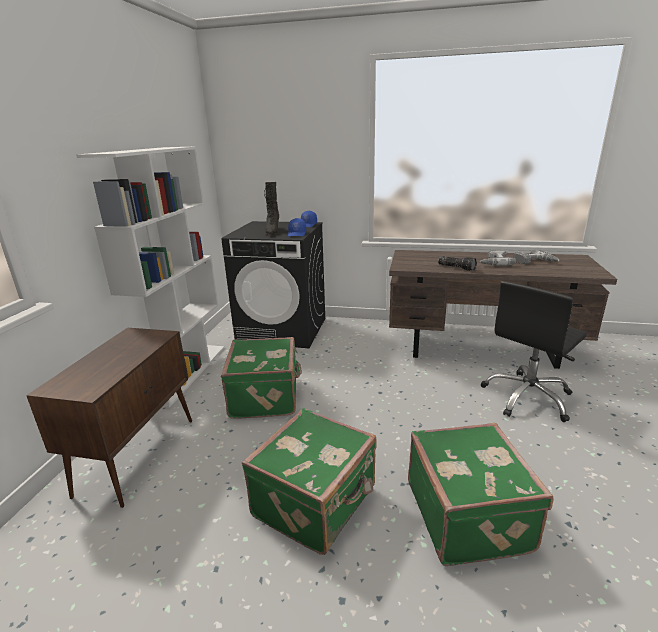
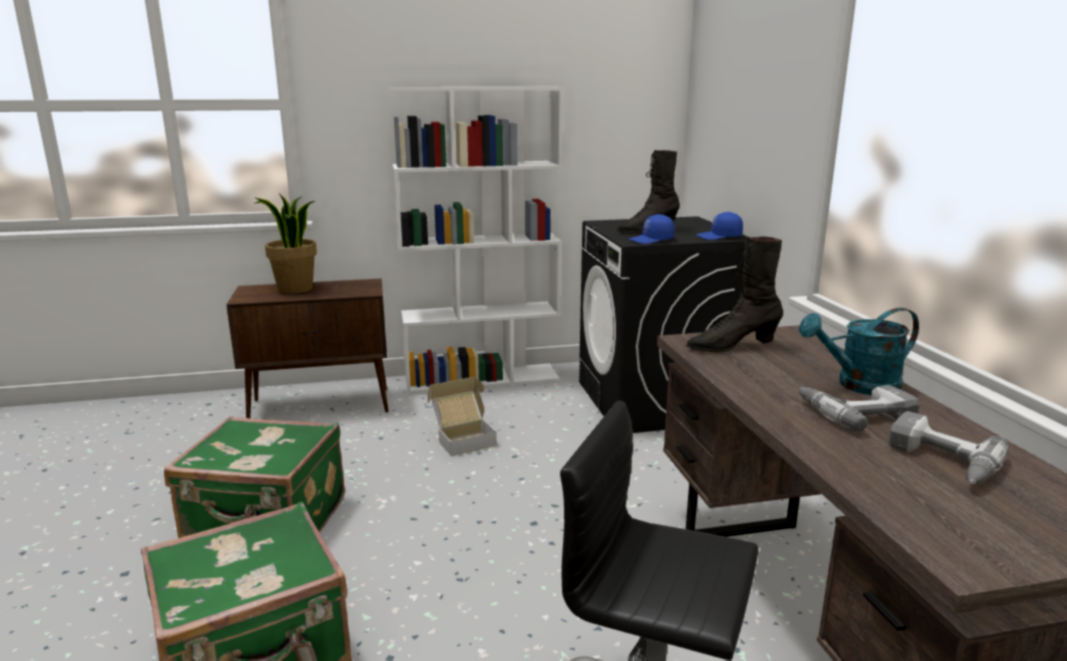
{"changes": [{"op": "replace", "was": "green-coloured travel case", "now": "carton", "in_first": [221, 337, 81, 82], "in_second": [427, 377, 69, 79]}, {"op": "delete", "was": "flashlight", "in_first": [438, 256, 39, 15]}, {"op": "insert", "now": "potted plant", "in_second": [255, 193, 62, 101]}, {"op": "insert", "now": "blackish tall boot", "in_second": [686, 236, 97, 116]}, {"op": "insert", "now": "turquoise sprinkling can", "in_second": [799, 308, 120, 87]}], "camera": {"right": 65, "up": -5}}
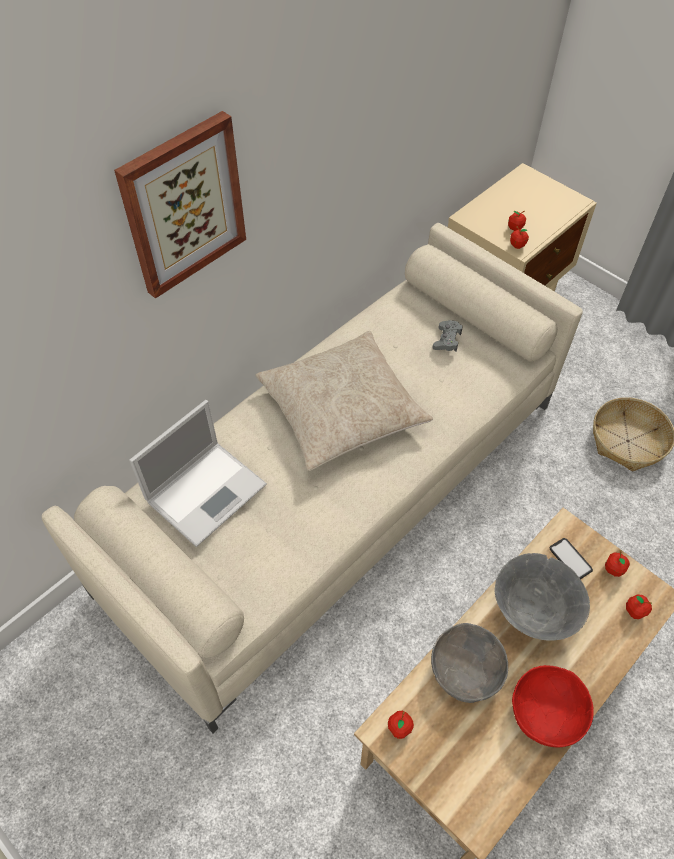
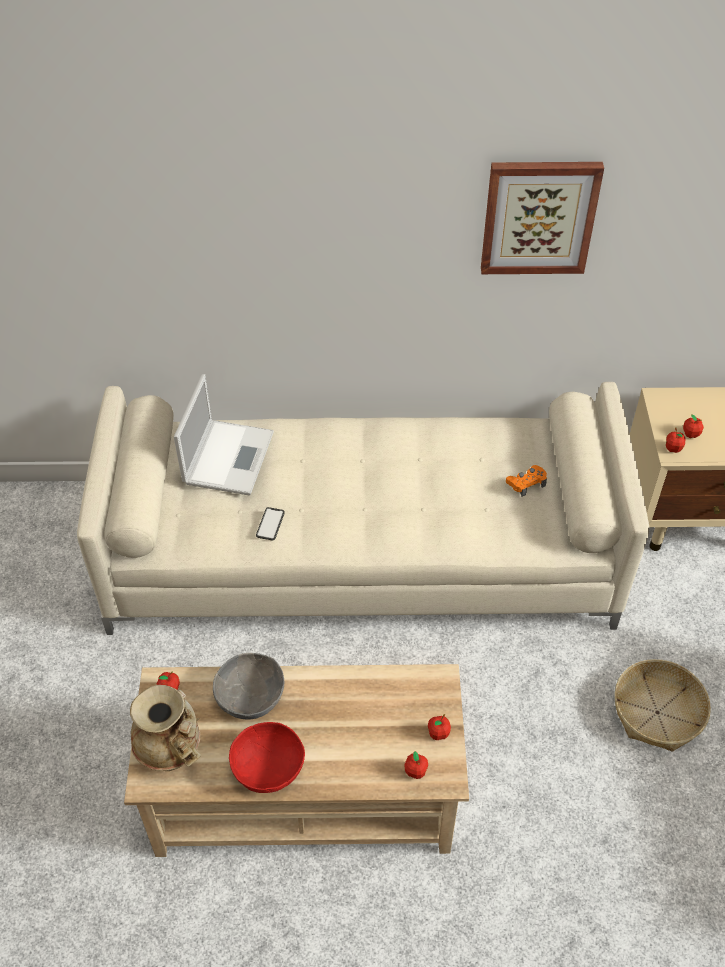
{"changes": [{"op": "move", "was": "wall art", "in_first": [114, 111, 132, 188], "in_second": [481, 162, 123, 112]}, {"op": "rotate", "was": "notebook computer", "in_first": [129, 400, 138, 147], "in_second": [174, 374, 100, 122], "clockwise": -75}, {"op": "delete", "was": "beige-coloured pillow", "in_first": [255, 331, 178, 140]}, {"op": "recolor", "was": "greyish gamepad", "now": "orangey gamepad", "in_first": [432, 320, 31, 32], "in_second": [506, 465, 41, 31]}, {"op": "delete", "was": "greyish deep dish", "in_first": [495, 553, 95, 88]}, {"op": "move", "was": "handset", "in_first": [550, 538, 43, 41], "in_second": [256, 507, 29, 34]}, {"op": "insert", "now": "beige-coloured decorative vase", "in_second": [130, 685, 71, 86]}], "camera": {"right": 45, "up": -5}}
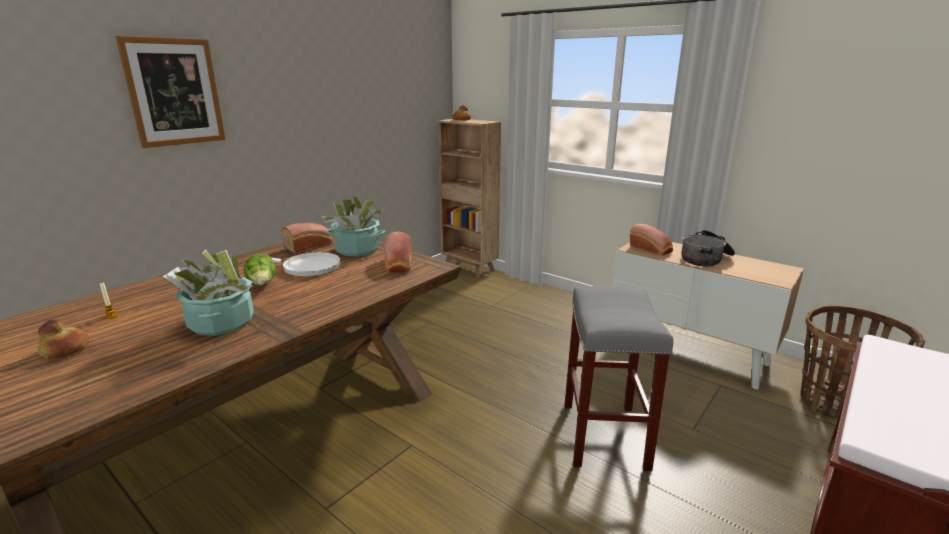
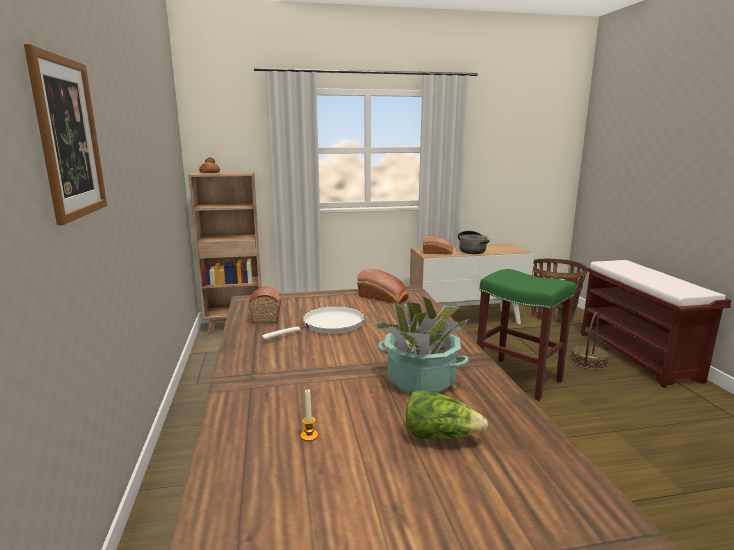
{"changes": [{"op": "delete", "was": "bakery bread", "in_first": [38, 319, 51, 40]}, {"op": "move", "was": "lettuce head", "in_first": [244, 253, 32, 32], "in_second": [406, 390, 82, 49]}, {"op": "delete", "was": "potted plant", "in_first": [322, 196, 63, 60]}, {"op": "recolor", "was": "greyish sitting stool", "now": "green-coloured sitting stool", "in_first": [565, 286, 108, 185], "in_second": [477, 269, 99, 132]}, {"op": "insert", "now": "storage basket", "in_second": [571, 312, 38, 58]}], "camera": {"right": -50, "up": -5}}
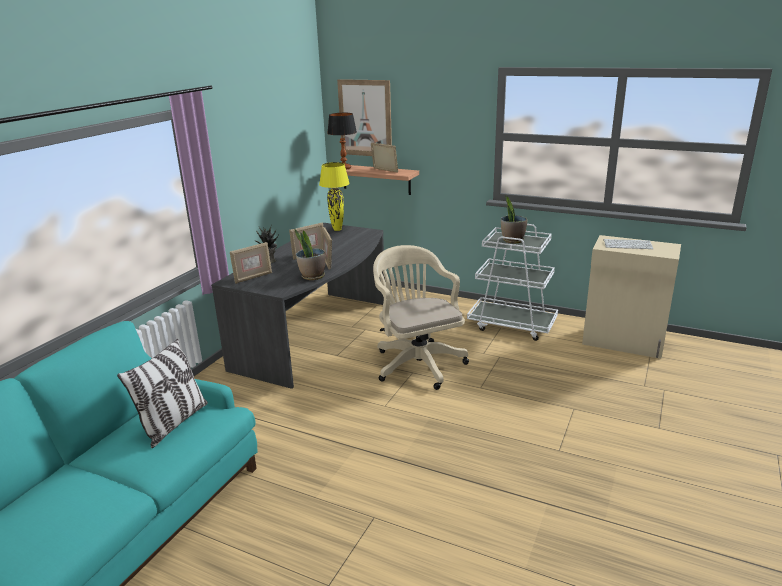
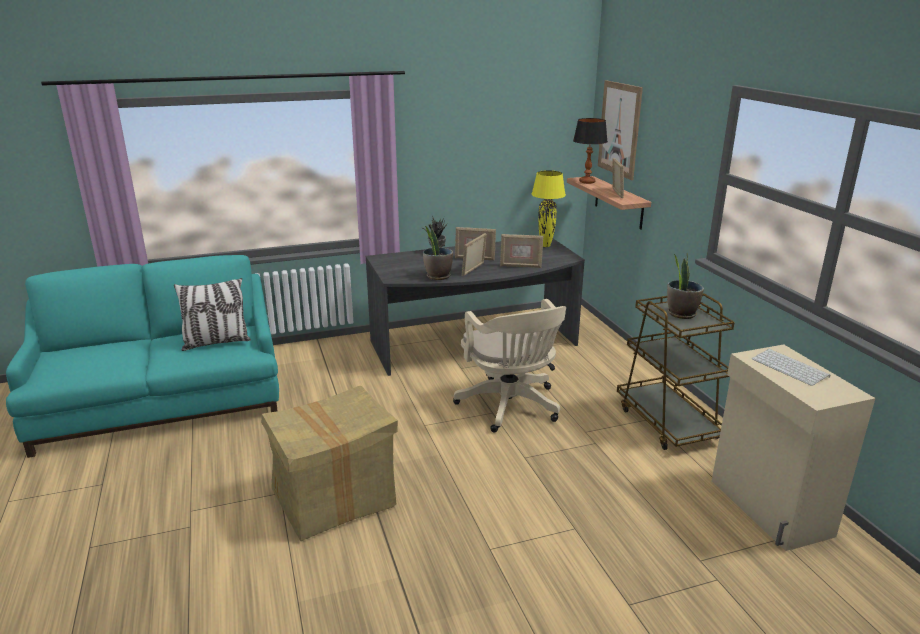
{"changes": [{"op": "move", "was": "photo frame", "in_first": [230, 242, 42, 42], "in_second": [500, 234, 43, 34]}, {"op": "rotate", "was": "beige-coloured office chair", "in_first": [373, 245, 96, 145], "in_second": [453, 299, 113, 133], "clockwise": 135}, {"op": "recolor", "was": "white-coloured cart", "now": "brownish cart", "in_first": [467, 224, 91, 117], "in_second": [617, 293, 118, 157]}, {"op": "insert", "now": "carton", "in_second": [261, 386, 137, 155]}], "camera": {"right": 45, "up": 0}}
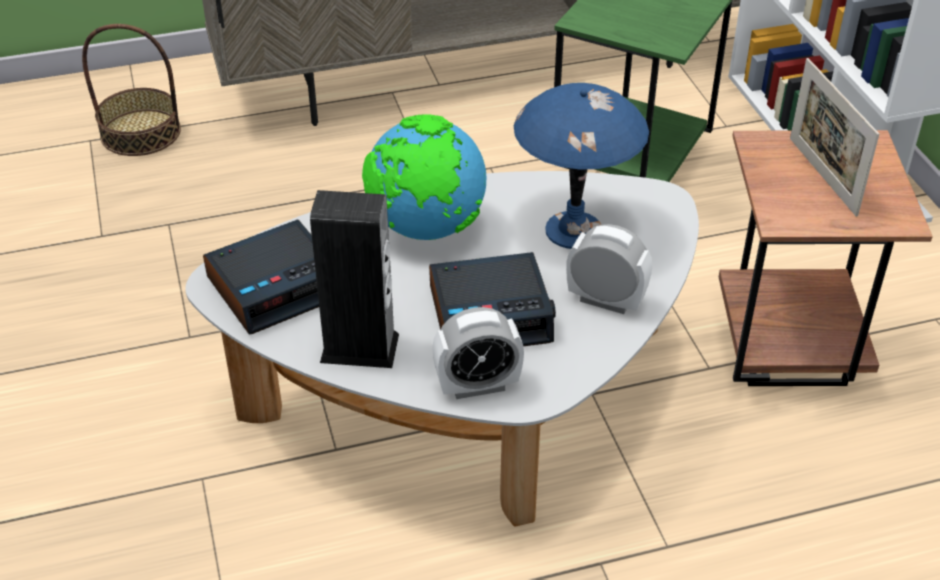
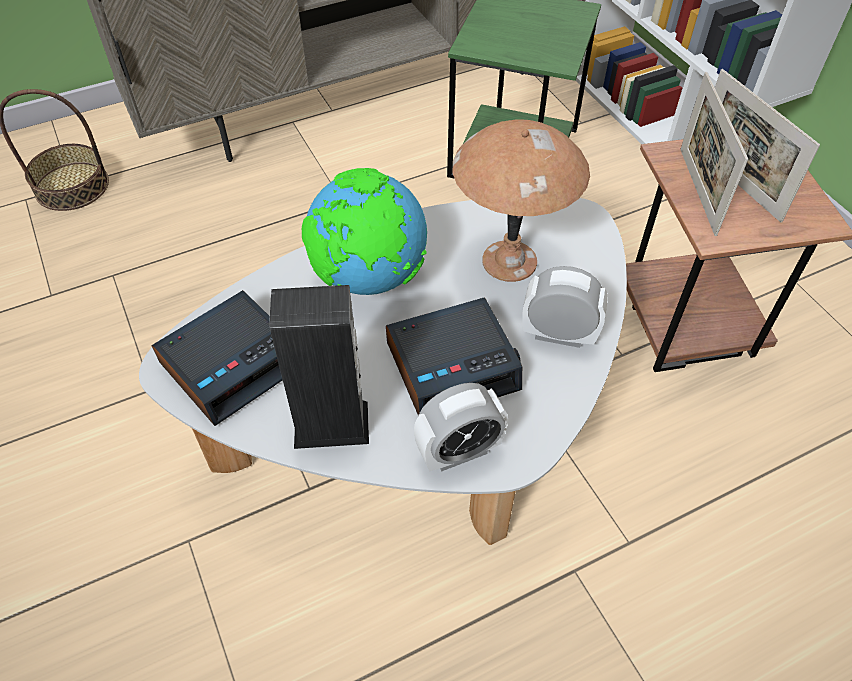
{"changes": [{"op": "recolor", "was": "blue lamp for a table", "now": "brownish lamp for a table", "in_first": [514, 83, 135, 166], "in_second": [453, 119, 137, 163]}, {"op": "insert", "now": "photo frame", "in_second": [680, 72, 68, 164]}], "camera": {"right": -10, "up": 10}}
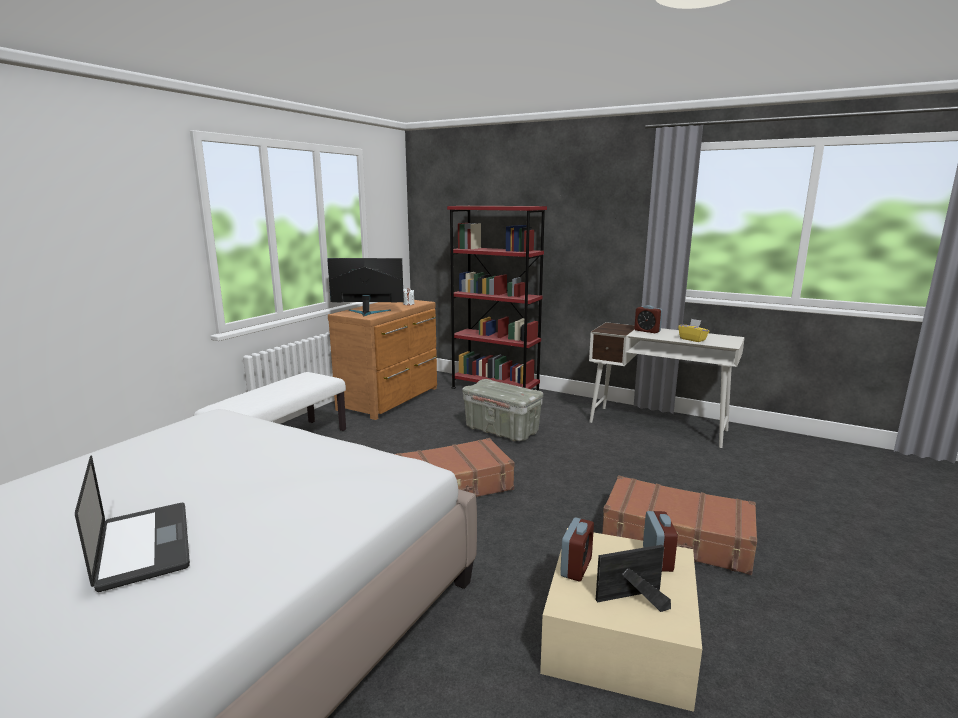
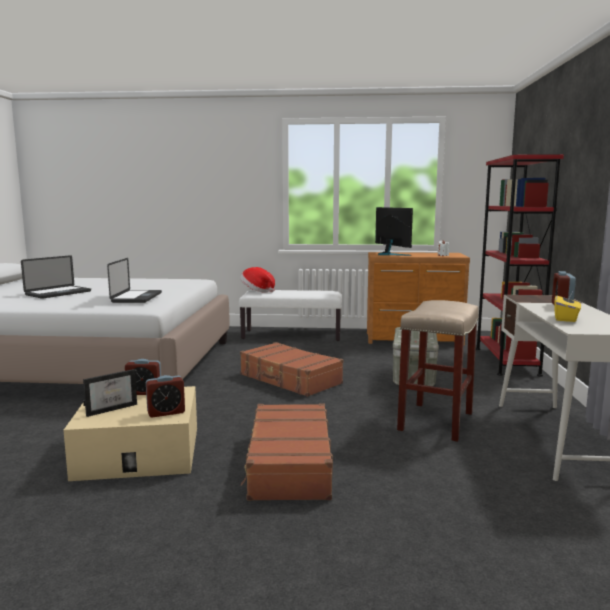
{"changes": [{"op": "rotate", "was": "photo frame", "in_first": [596, 545, 75, 67], "in_second": [83, 369, 54, 48], "clockwise": 90}, {"op": "insert", "now": "notebook computer", "in_second": [107, 258, 55, 45]}, {"op": "insert", "now": "clothing hat", "in_second": [240, 267, 35, 26]}, {"op": "insert", "now": "beige-coloured sitting stool", "in_second": [397, 300, 82, 142]}], "camera": {"right": 65, "up": -5}}
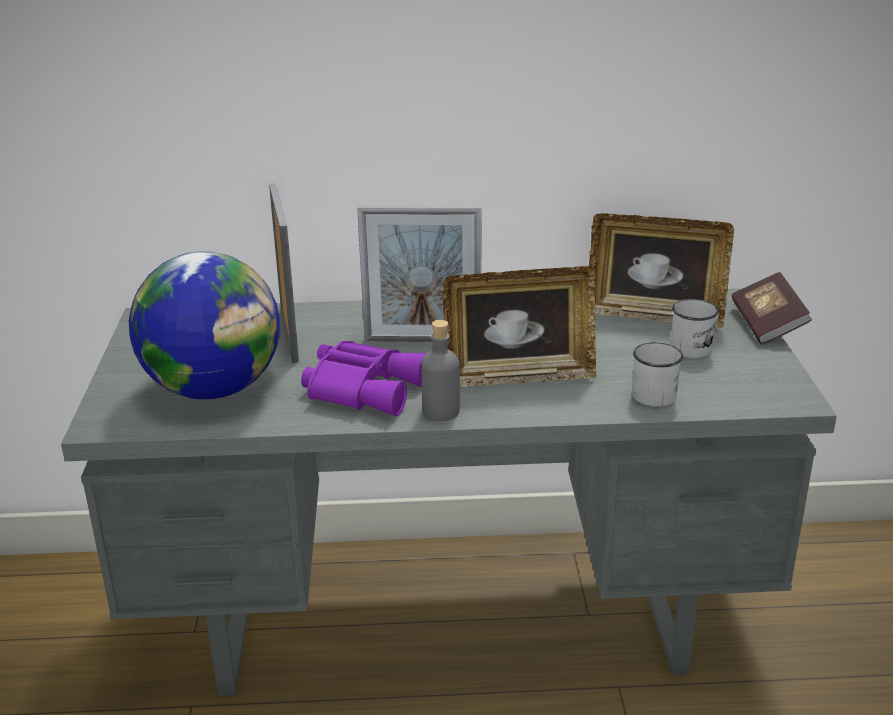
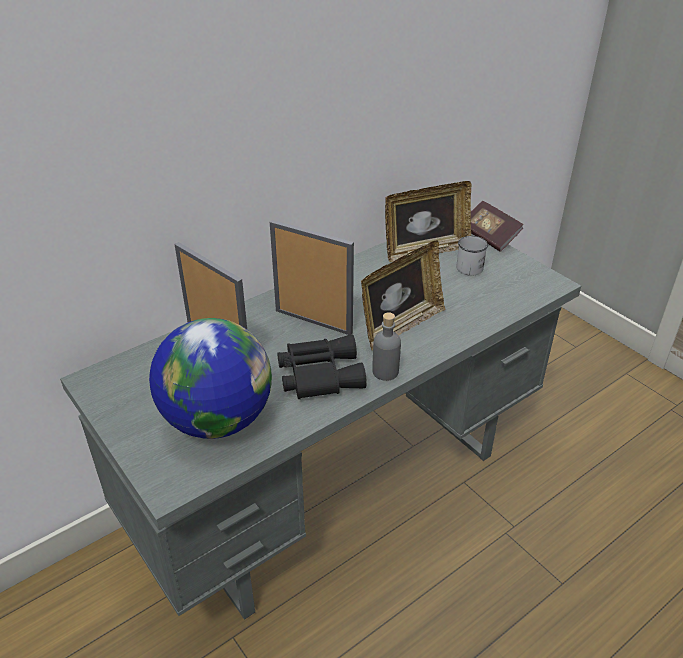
{"changes": [{"op": "recolor", "was": "purple pair of binoculars", "now": "blackish pair of binoculars", "in_first": [301, 341, 125, 75], "in_second": [277, 334, 90, 65]}, {"op": "rotate", "was": "photo frame", "in_first": [357, 206, 125, 136], "in_second": [270, 220, 84, 115], "clockwise": -120}, {"op": "delete", "was": "white-coloured mug", "in_first": [632, 342, 51, 65]}], "camera": {"right": -35, "up": 10}}
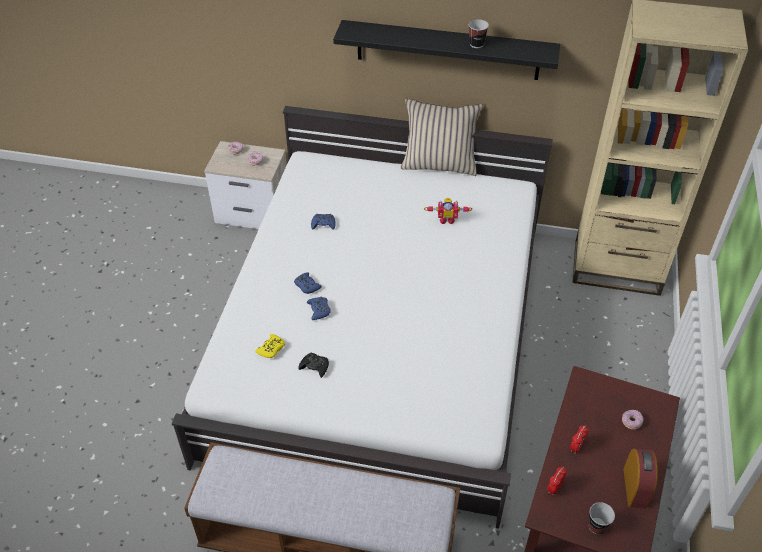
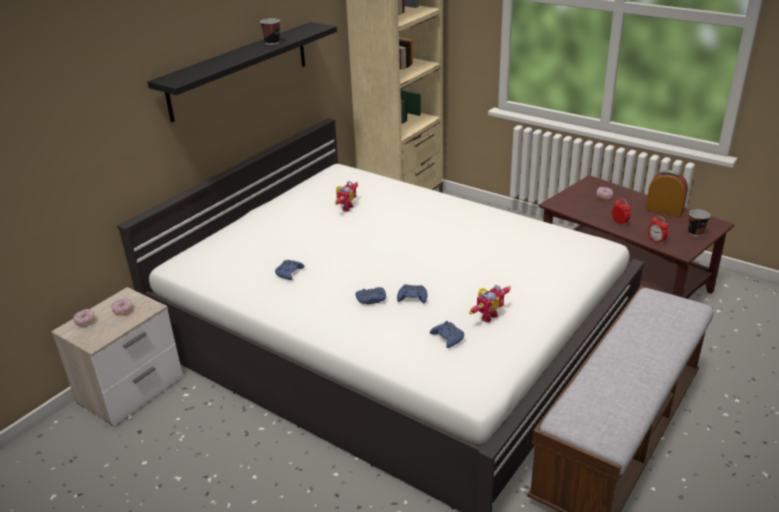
{"changes": [{"op": "recolor", "was": "yellowish gamepad", "now": "blue gamepad", "in_first": [255, 334, 30, 24], "in_second": [430, 321, 34, 27]}, {"op": "replace", "was": "blackish gamepad", "now": "toy robot", "in_first": [298, 352, 31, 26], "in_second": [469, 285, 42, 38]}, {"op": "delete", "was": "beige-coloured pillow", "in_first": [400, 99, 84, 77]}], "camera": {"right": -65, "up": -15}}
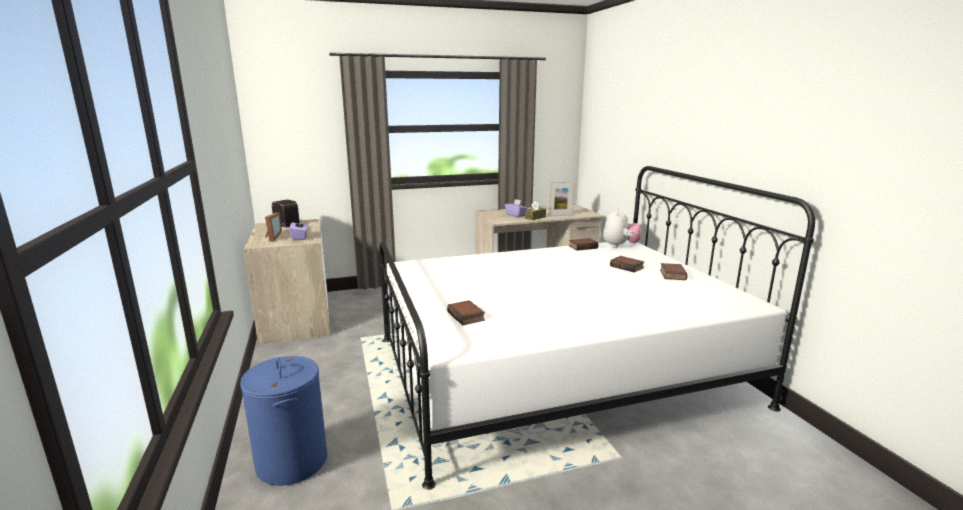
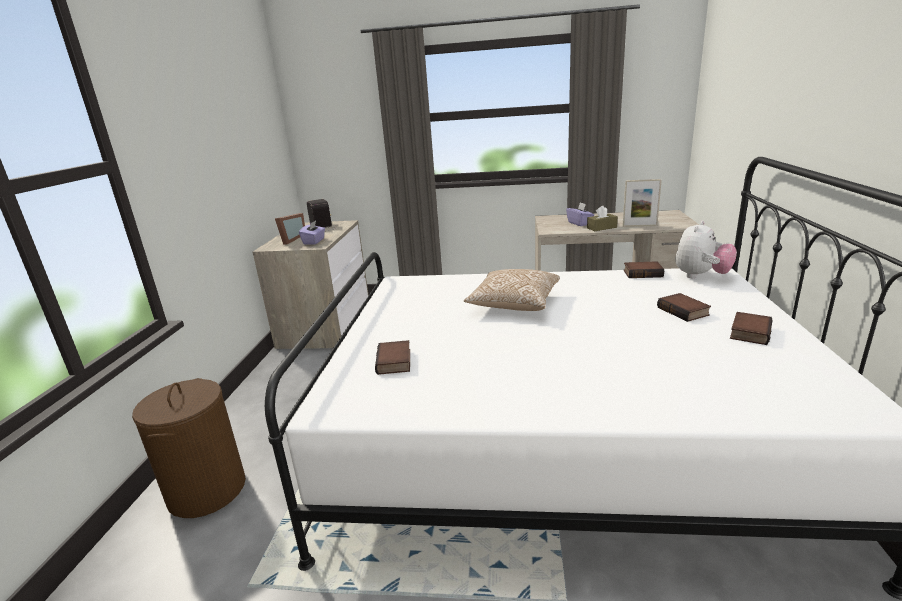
{"changes": [{"op": "recolor", "was": "blue washing basket", "now": "brownish washing basket", "in_first": [240, 356, 87, 130], "in_second": [132, 378, 114, 140]}, {"op": "insert", "now": "pillow", "in_second": [464, 269, 96, 42]}], "camera": {"right": 25, "up": 5}}
